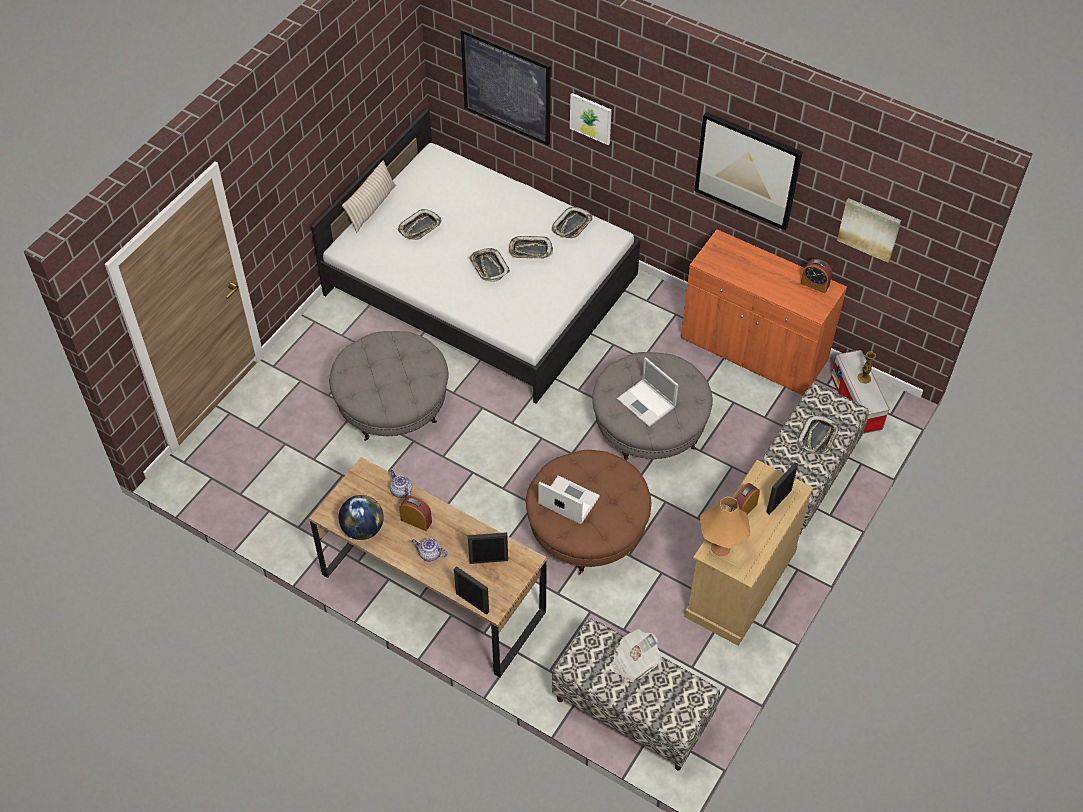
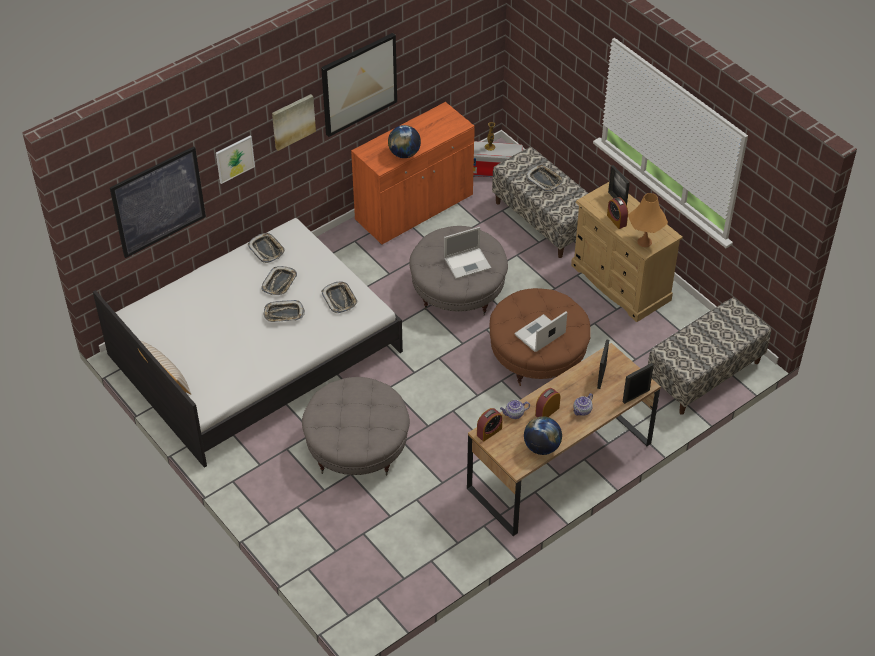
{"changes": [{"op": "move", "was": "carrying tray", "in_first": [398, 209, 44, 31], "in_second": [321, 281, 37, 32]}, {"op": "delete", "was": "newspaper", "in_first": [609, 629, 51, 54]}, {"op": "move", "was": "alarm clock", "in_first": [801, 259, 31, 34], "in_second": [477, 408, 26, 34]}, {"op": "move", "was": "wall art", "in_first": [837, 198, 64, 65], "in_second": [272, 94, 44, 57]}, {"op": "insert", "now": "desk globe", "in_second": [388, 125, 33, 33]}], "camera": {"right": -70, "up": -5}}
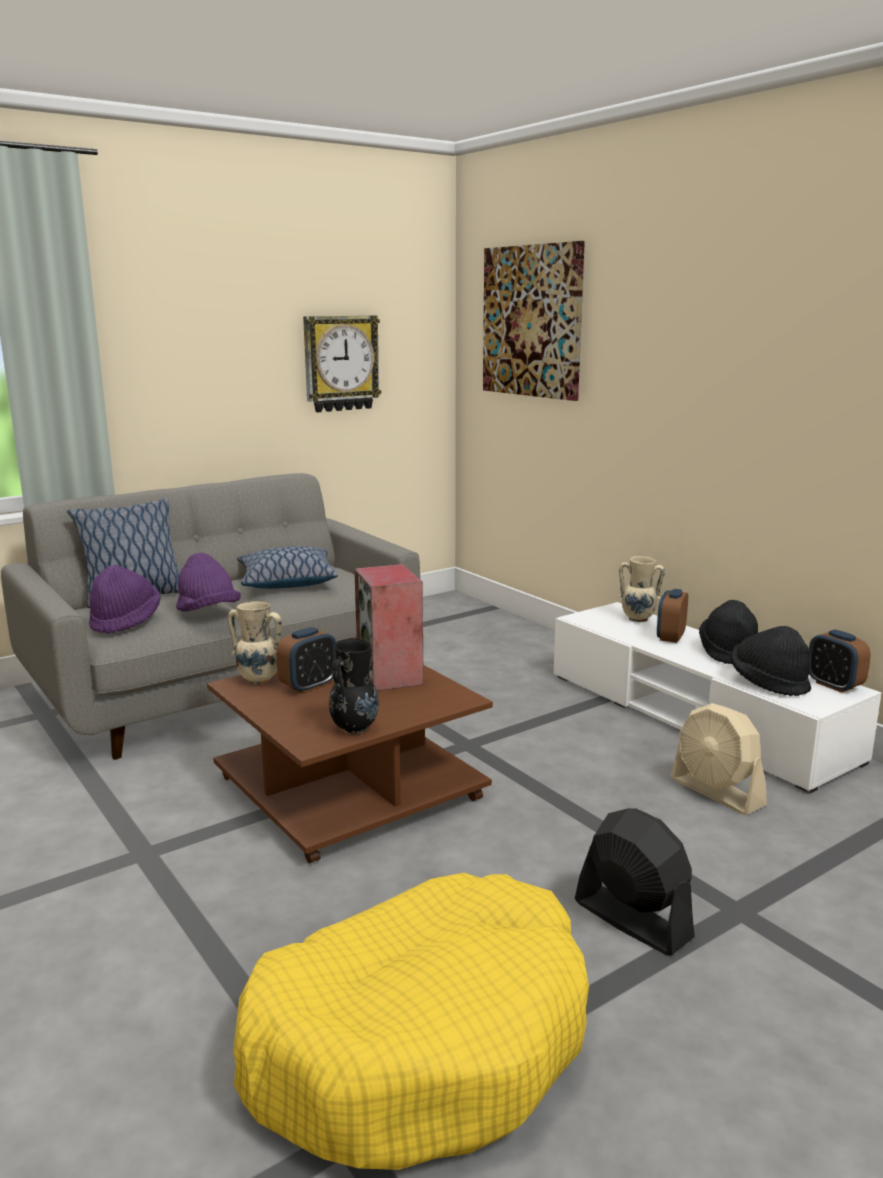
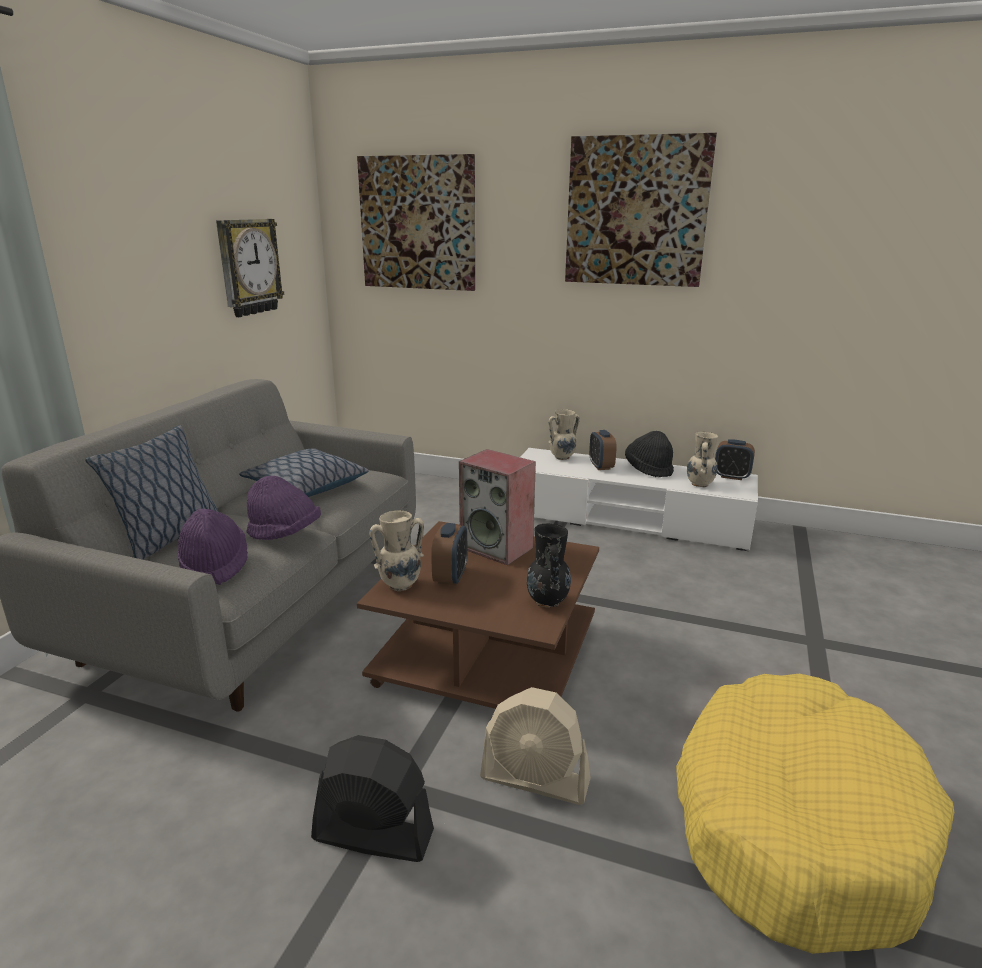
{"changes": [{"op": "move", "was": "blackish electric fan", "in_first": [575, 808, 120, 148], "in_second": [311, 735, 123, 127]}, {"op": "move", "was": "beige-coloured electric fan", "in_first": [671, 703, 96, 112], "in_second": [480, 687, 111, 118]}, {"op": "replace", "was": "blackish clothing hat", "now": "beige-coloured decorative vase", "in_first": [731, 626, 80, 70], "in_second": [687, 431, 31, 56]}, {"op": "insert", "now": "wall art", "in_second": [565, 133, 152, 154]}], "camera": {"right": -35, "up": 5}}
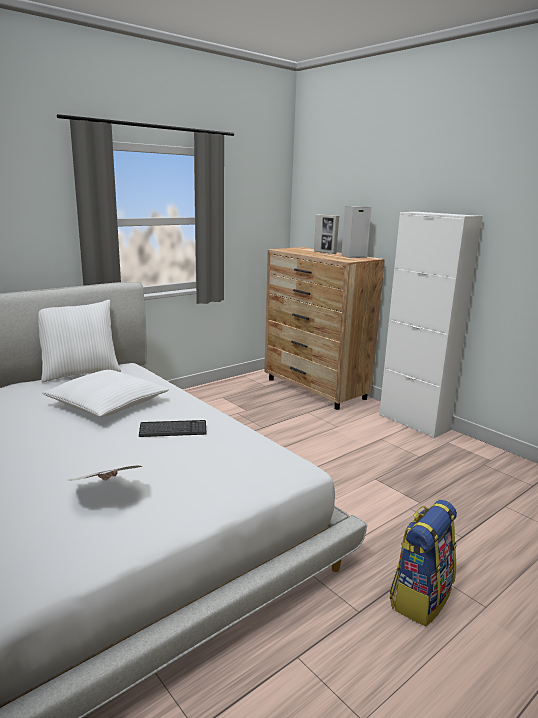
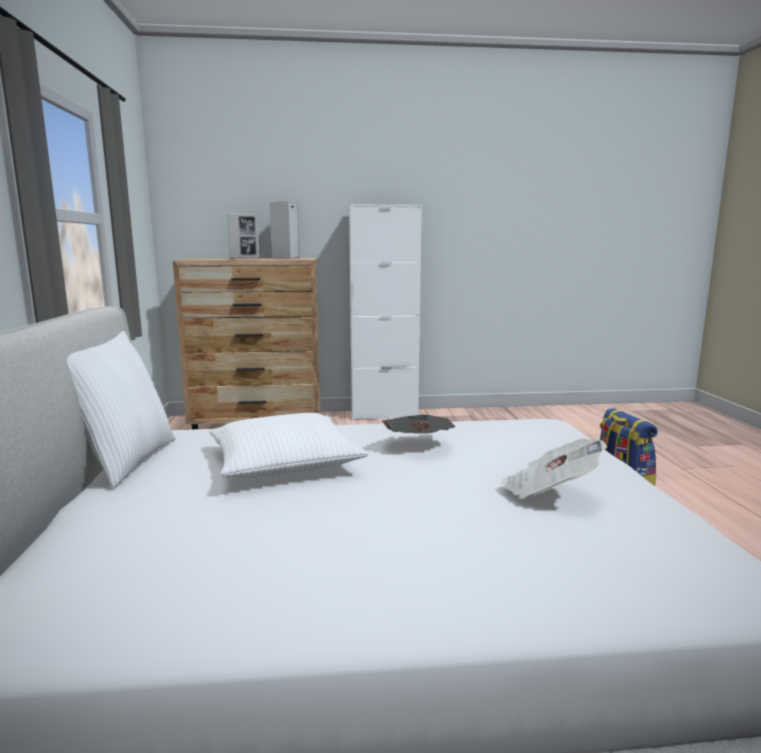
{"changes": [{"op": "replace", "was": "computer keyboard", "now": "newspaper", "in_first": [139, 420, 68, 17], "in_second": [381, 415, 74, 18]}], "camera": {"right": -55, "up": -5}}
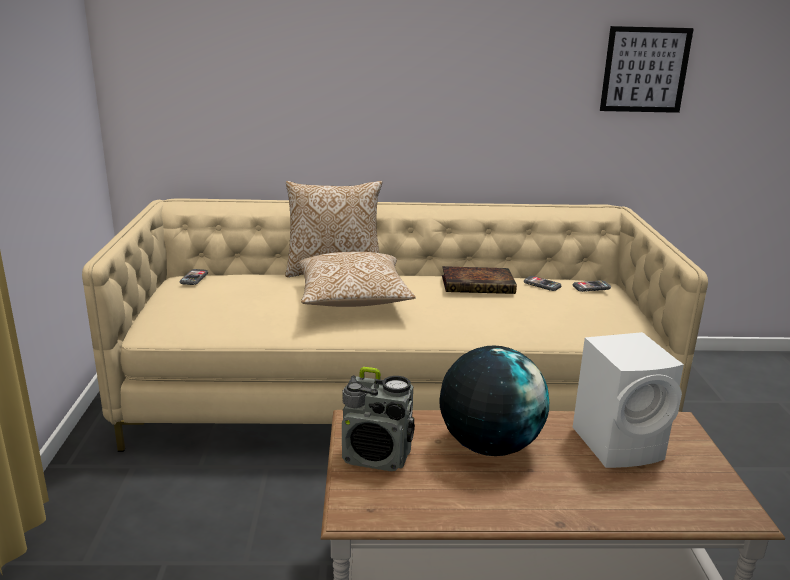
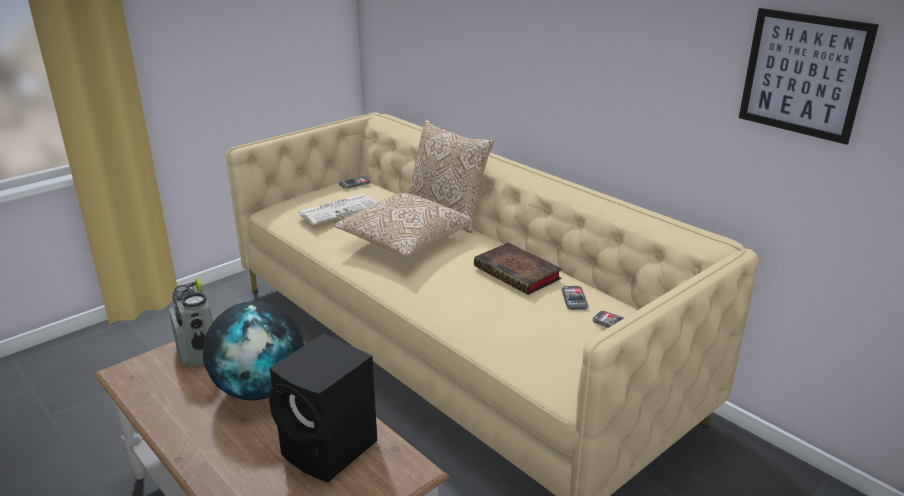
{"changes": [{"op": "recolor", "was": "white-coloured loudspeaker", "now": "blackish loudspeaker", "in_first": [573, 332, 111, 136], "in_second": [268, 333, 109, 149]}, {"op": "insert", "now": "newspaper", "in_second": [297, 194, 80, 31]}], "camera": {"right": 50, "up": 5}}
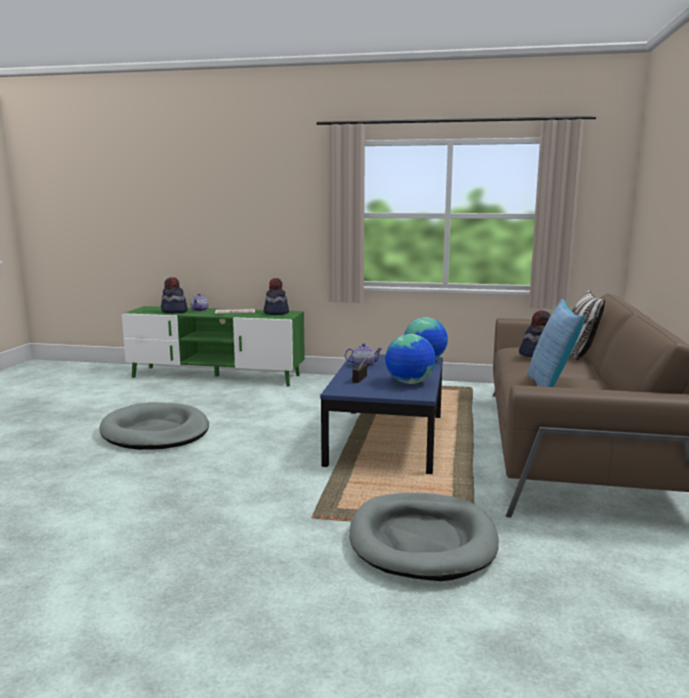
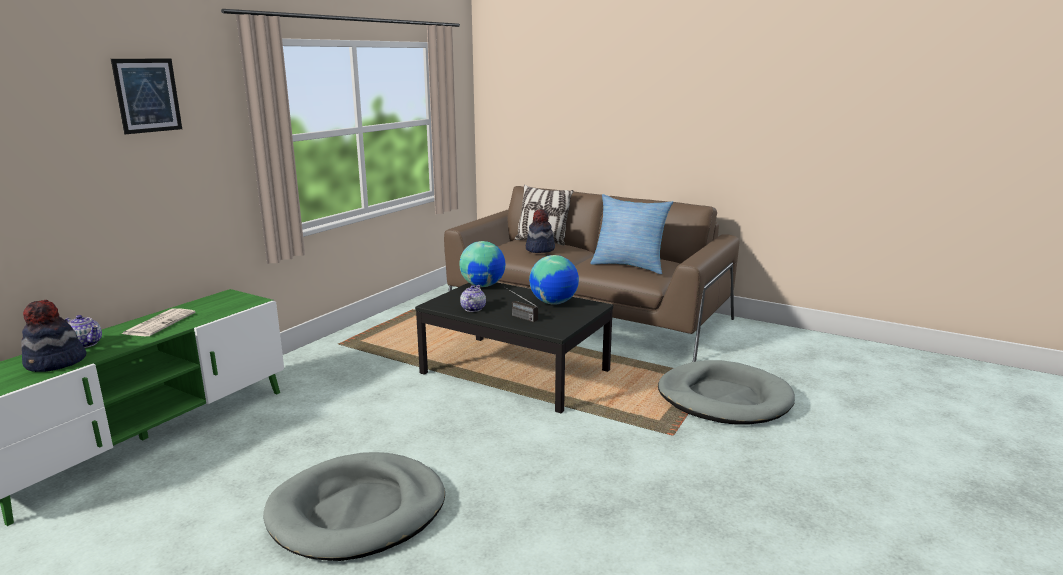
{"changes": [{"op": "delete", "was": "clothing hat", "in_first": [264, 278, 25, 37]}, {"op": "recolor", "was": "blue low table", "now": "blackish low table", "in_first": [320, 354, 123, 120], "in_second": [415, 282, 198, 131]}, {"op": "insert", "now": "wall art", "in_second": [111, 59, 71, 75]}], "camera": {"right": -70, "up": 5}}
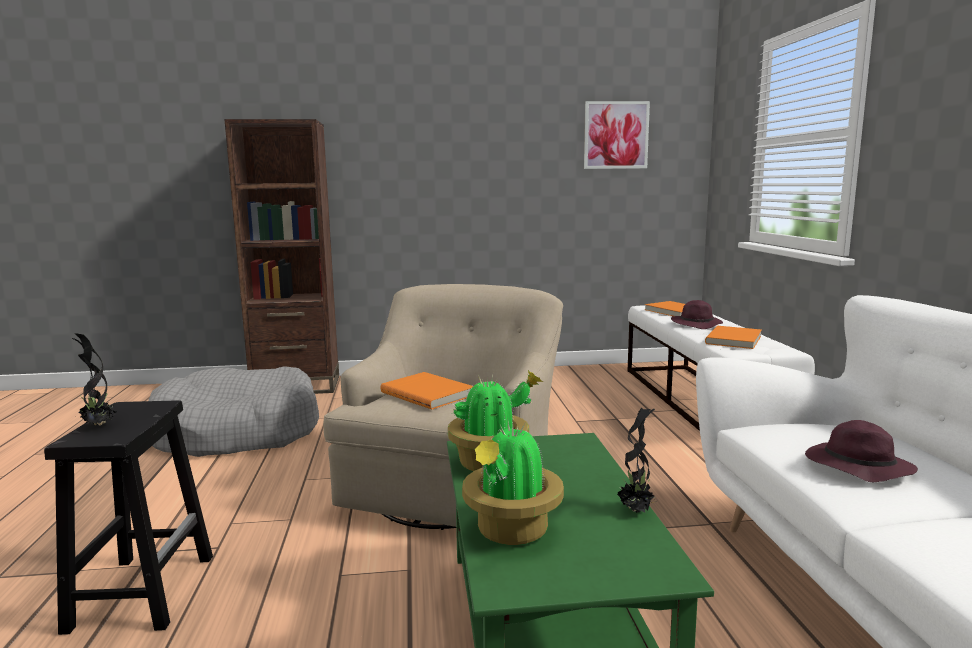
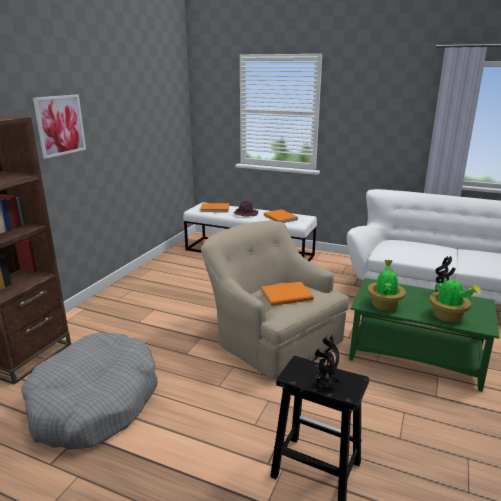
{"changes": [{"op": "move", "was": "wall art", "in_first": [584, 101, 66, 68], "in_second": [33, 94, 53, 65]}, {"op": "delete", "was": "purple clothing hat", "in_first": [805, 420, 113, 62]}], "camera": {"right": -60, "up": 10}}
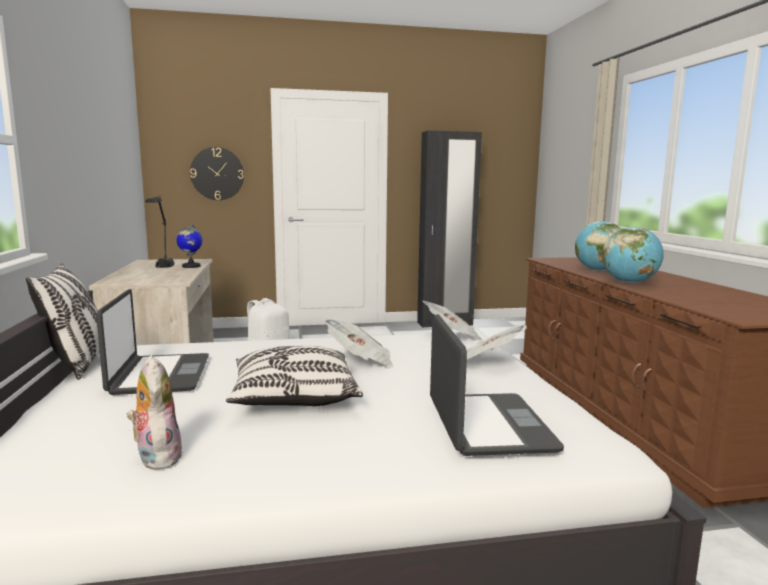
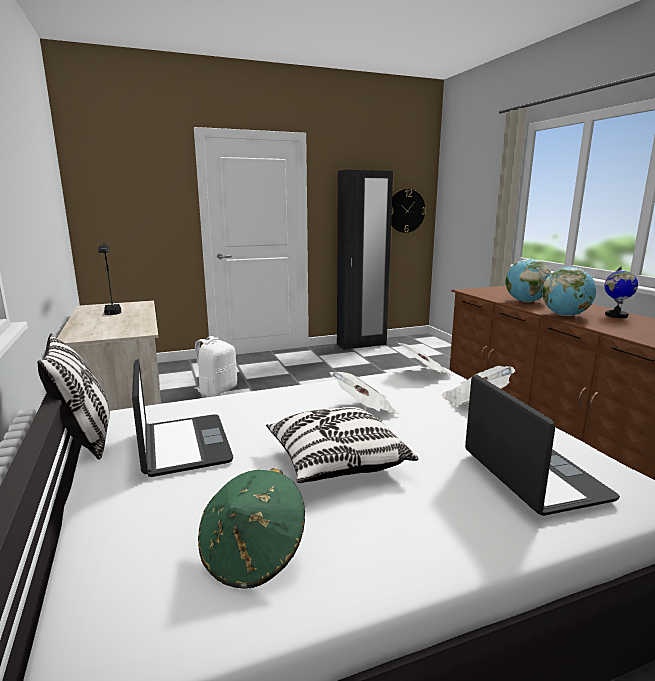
{"changes": [{"op": "replace", "was": "soft toy", "now": "green-coloured clothing hat", "in_first": [127, 356, 56, 114], "in_second": [198, 468, 107, 121]}, {"op": "move", "was": "desk globe", "in_first": [176, 224, 26, 44], "in_second": [605, 266, 33, 52]}, {"op": "move", "was": "wall clock", "in_first": [190, 147, 54, 53], "in_second": [391, 189, 35, 44]}], "camera": {"right": -10, "up": 5}}
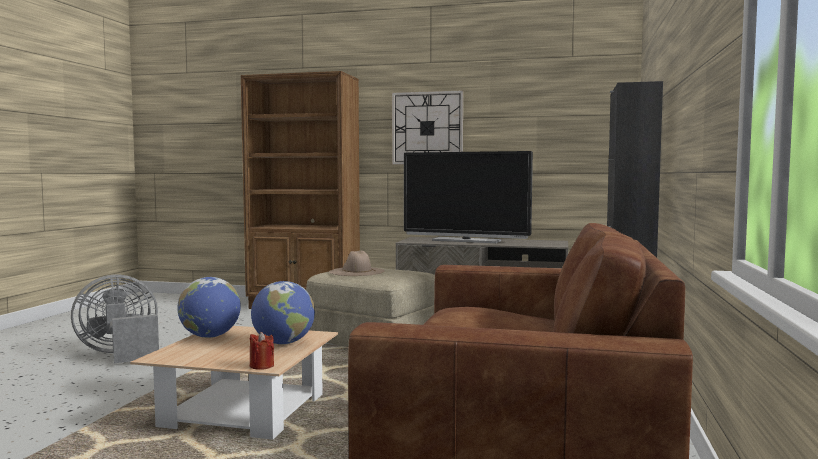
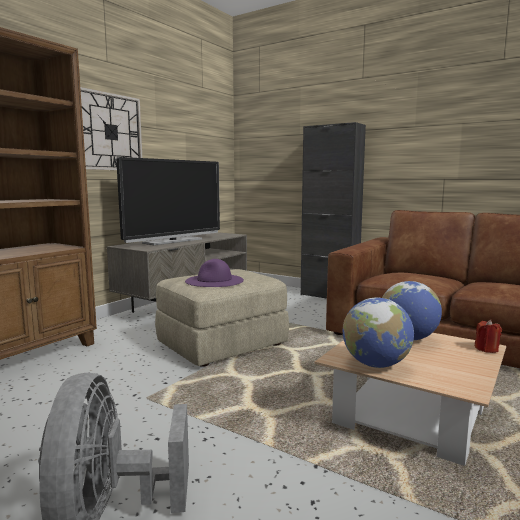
{"changes": [{"op": "recolor", "was": "beige-coloured clothing hat", "now": "purple clothing hat", "in_first": [329, 251, 56, 25], "in_second": [185, 259, 59, 28]}], "camera": {"right": -70, "up": 5}}
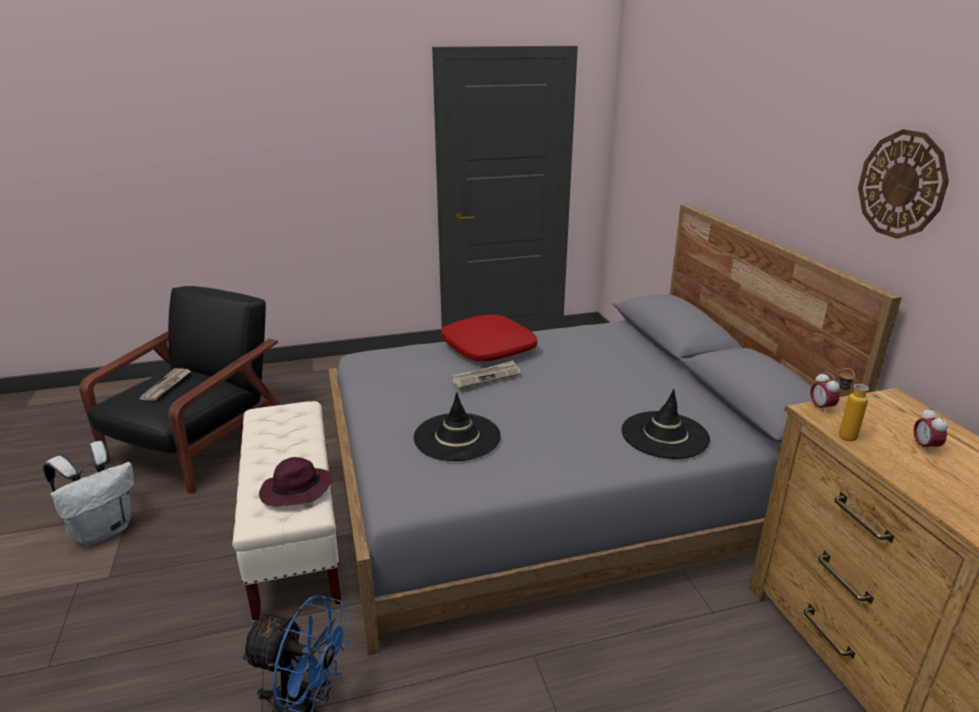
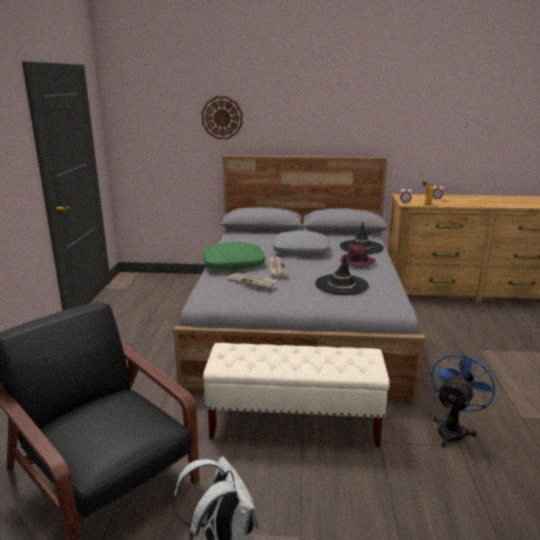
{"changes": [{"op": "move", "was": "newspaper", "in_first": [139, 368, 52, 33], "in_second": [227, 273, 50, 15]}, {"op": "move", "was": "purple clothing hat", "in_first": [259, 457, 73, 49], "in_second": [340, 244, 36, 23]}, {"op": "recolor", "was": "red-coloured pillow", "now": "green-coloured pillow", "in_first": [441, 315, 96, 47], "in_second": [202, 242, 63, 27]}, {"op": "move", "was": "wall clock", "in_first": [858, 129, 91, 110], "in_second": [202, 97, 41, 42]}, {"op": "insert", "now": "greyish pillow", "in_second": [273, 231, 56, 24]}], "camera": {"right": -70, "up": -5}}
